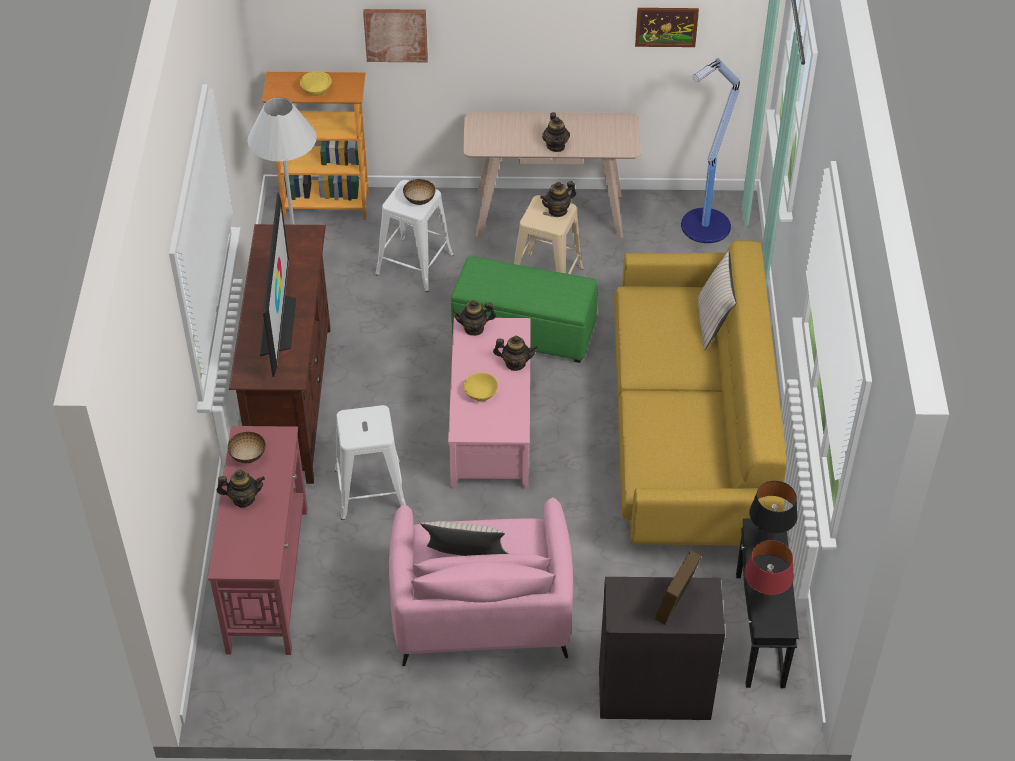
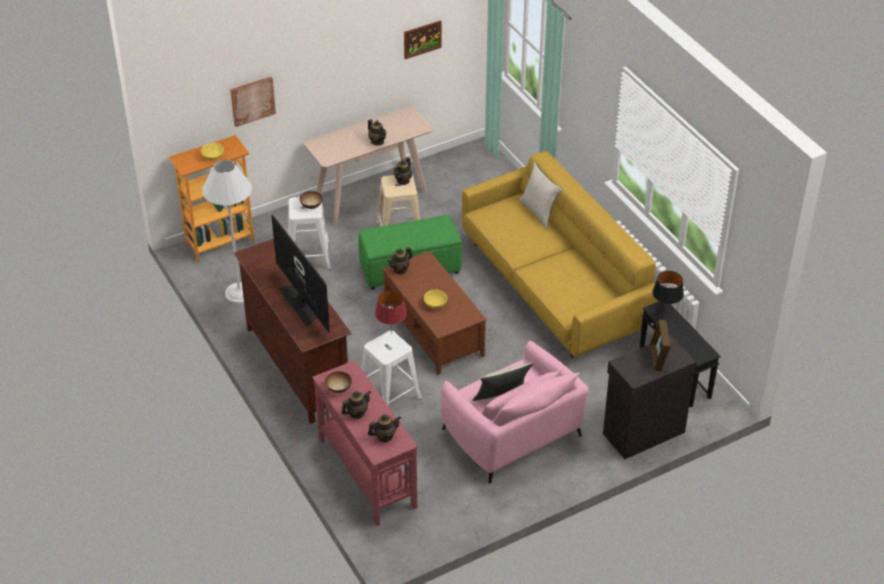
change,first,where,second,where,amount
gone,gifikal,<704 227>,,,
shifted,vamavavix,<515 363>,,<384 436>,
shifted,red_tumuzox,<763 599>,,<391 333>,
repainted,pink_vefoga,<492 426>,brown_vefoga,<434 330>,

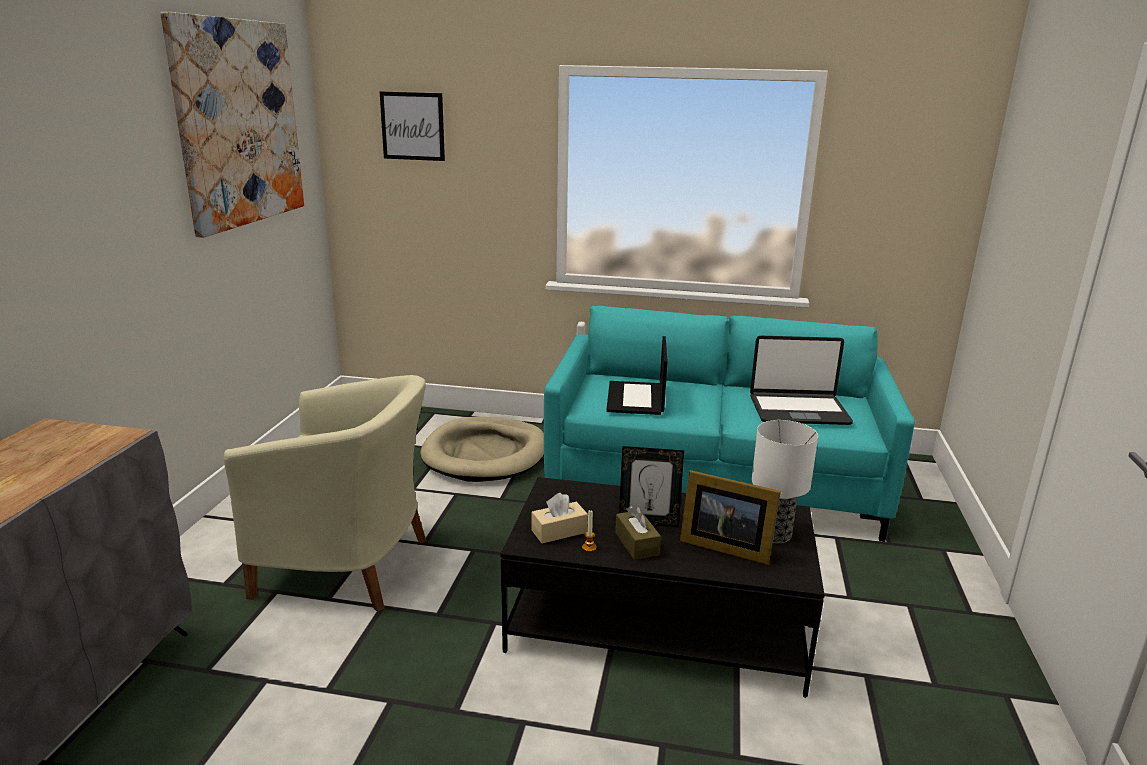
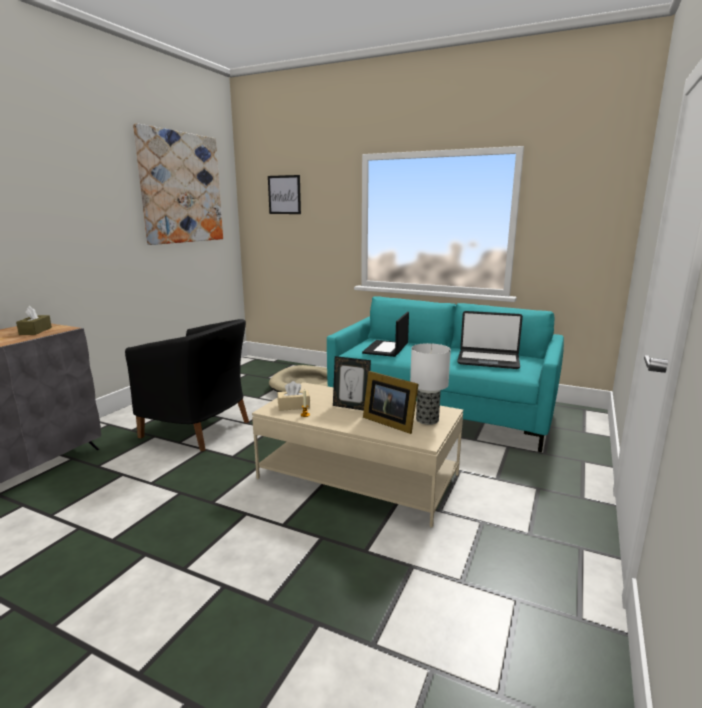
change,first,where,second,where,amount
shifted,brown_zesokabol,<636 543>,,<35 331>,
repainted,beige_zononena,<348 566>,black_zononena,<199 429>,
repainted,black_vefoga,<657 624>,beige_vefoga,<358 477>,

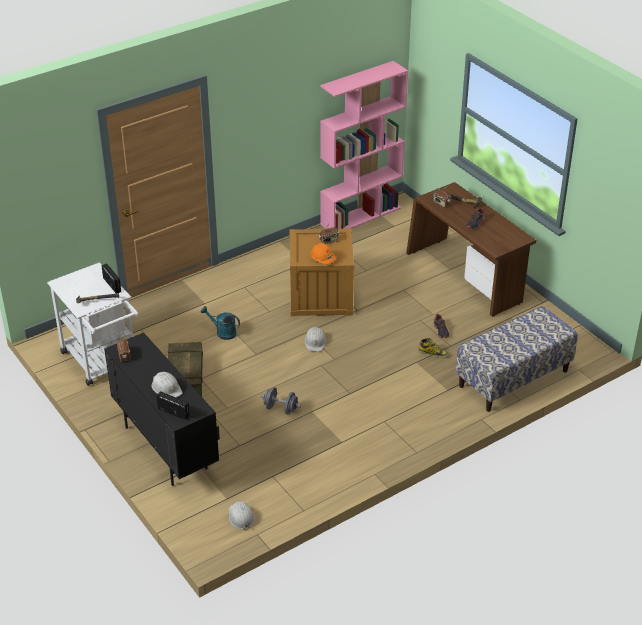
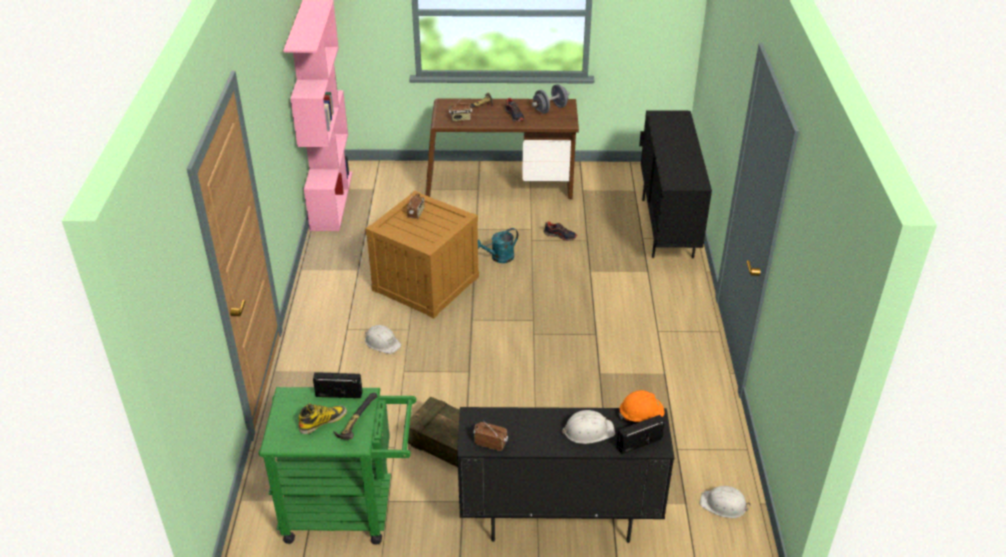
change,first,where,second,where,amount
shifted,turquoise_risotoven,<222 332>,,<498 258>,
shifted,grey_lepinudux,<280 409>,,<550 109>,
shifted,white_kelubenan,<315 342>,,<382 342>,
shifted,orange_kelubenan,<322 260>,,<641 415>,
shifted,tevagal,<433 353>,,<323 421>,
swapped,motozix,<513 379>,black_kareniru,<667 228>,
repainted,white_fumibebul,<102 363>,green_fumibebul,<349 510>,

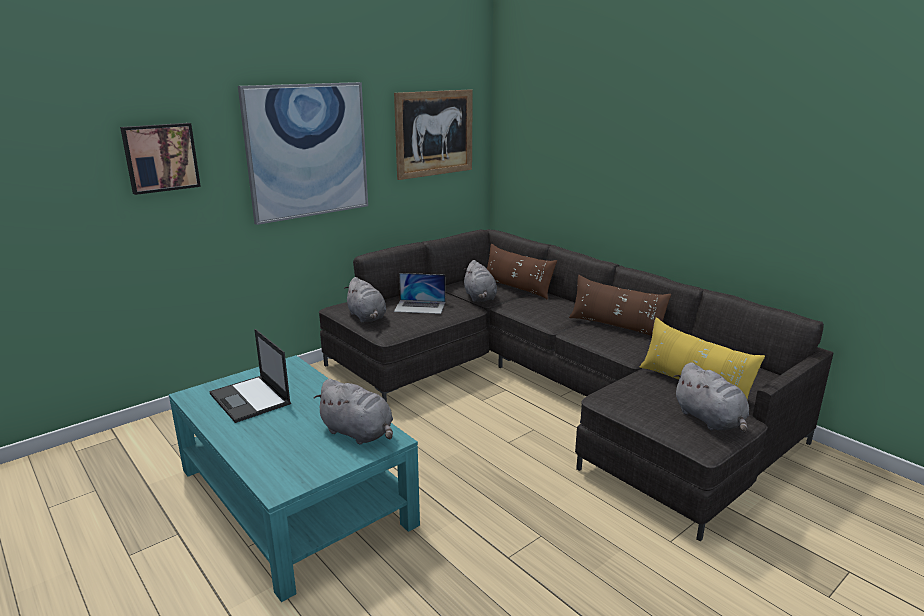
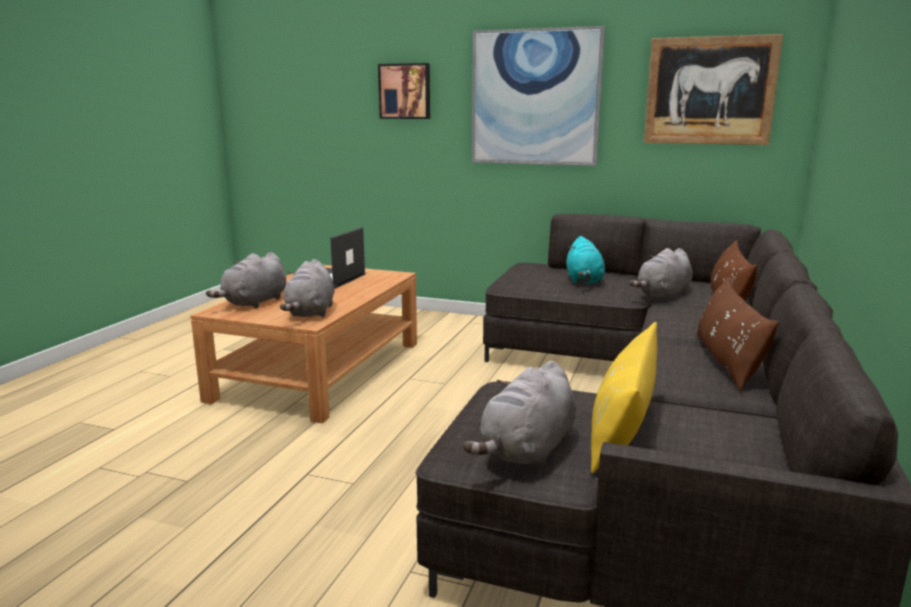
change,first,where,second,where,amount
shifted,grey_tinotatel,<367 317>,,<254 303>,
swapped,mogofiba,<420 306>,turquoise_tinotatel,<584 281>,
repainted,turquoise_vefoga,<295 497>,brown_vefoga,<320 370>,

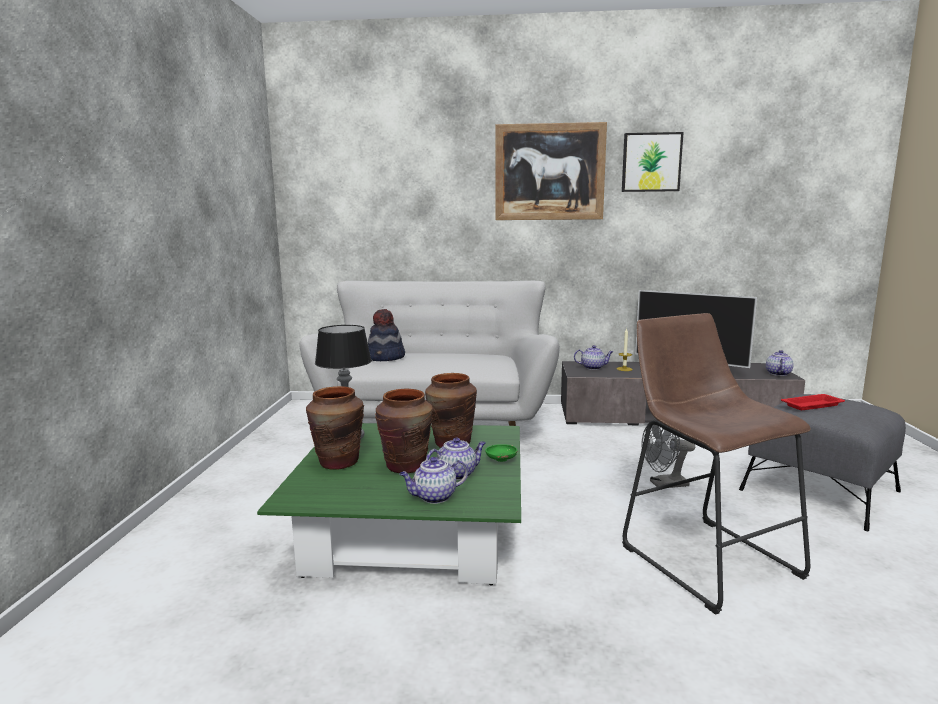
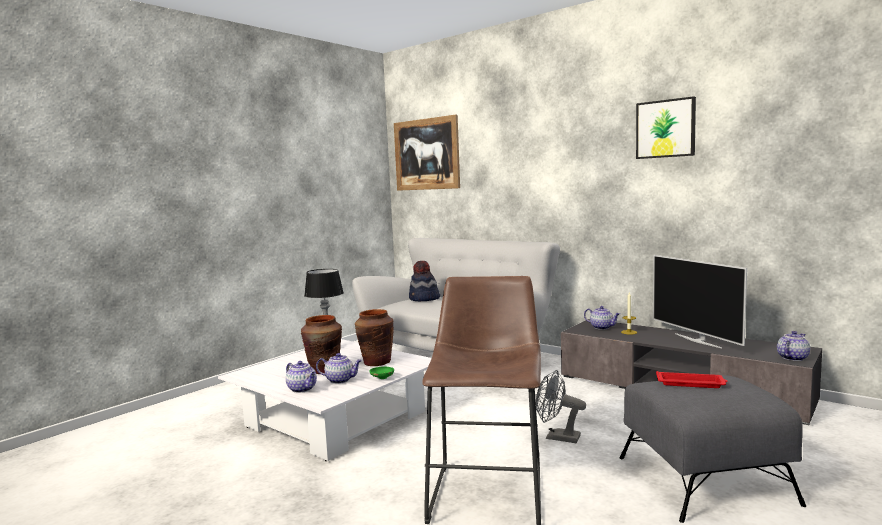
change,first,where,second,where,amount
gone,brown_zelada,<338 462>,,,
shifted,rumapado,<549 172>,,<426 154>,
repainted,green_vefoga,<413 529>,white_vefoga,<337 419>,
rotated,vamavavix,<434 497>,,<302 389>,150 degrees counterclockwise

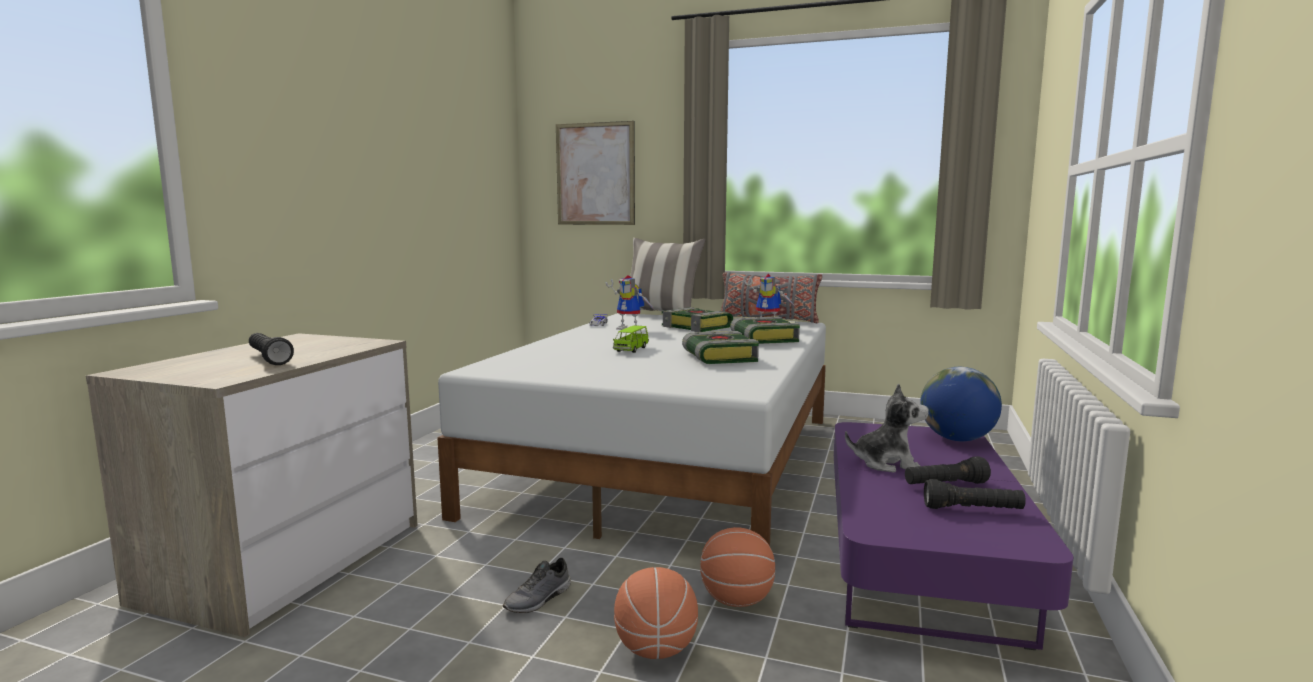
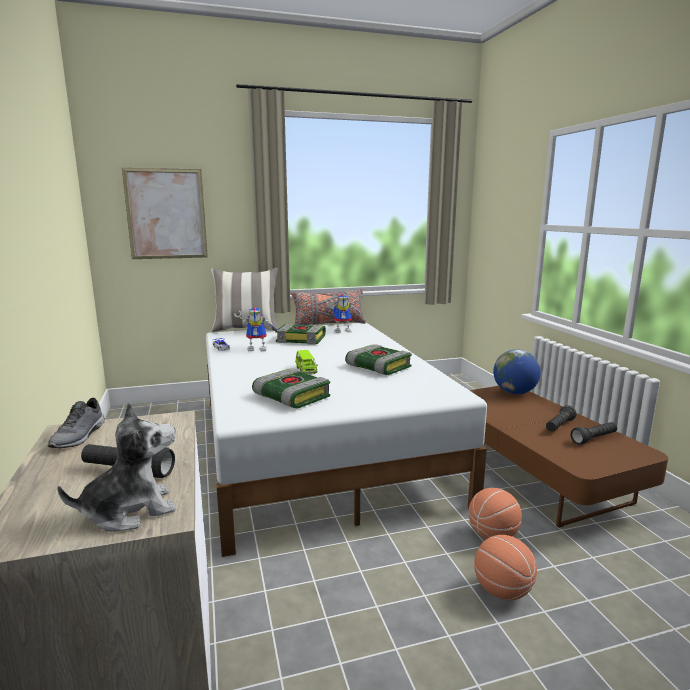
change,first,where,second,where,amount
shifted,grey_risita,<539 600>,,<80 436>,
shifted,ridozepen,<762 339>,,<290 397>,
shifted,tinotatel,<886 463>,,<130 510>,
repainted,purple_vefoga,<919 564>,brown_vefoga,<534 473>,

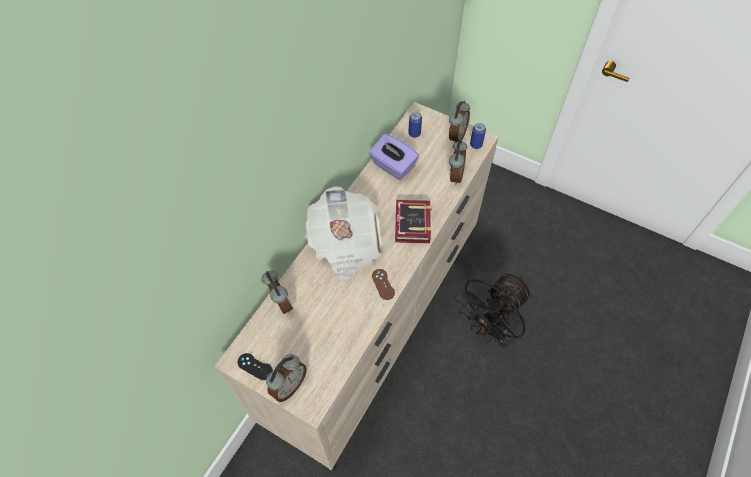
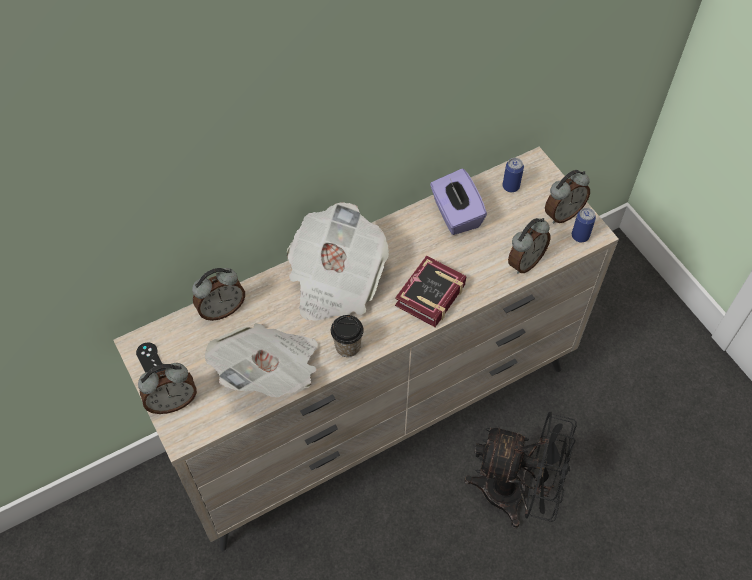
change,first,where,second,where,amount
new,,,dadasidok,<270 372>,
swapped,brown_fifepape,<383 284>,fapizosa,<347 346>,
rotated,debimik,<280 303>,,<222 309>,60 degrees clockwise
rotated,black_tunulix,<488 329>,,<516 493>,150 degrees counterclockwise

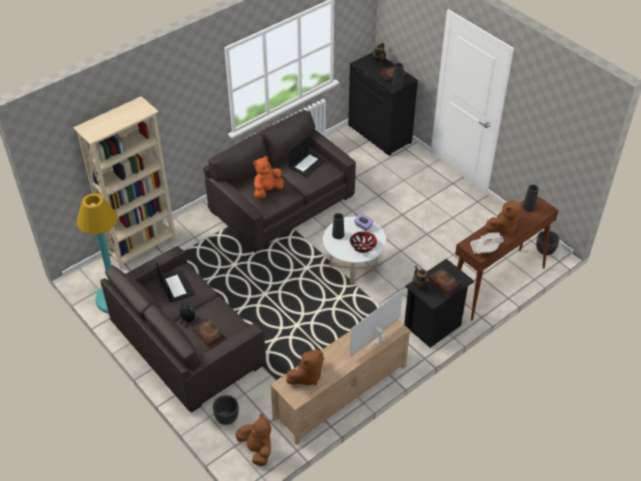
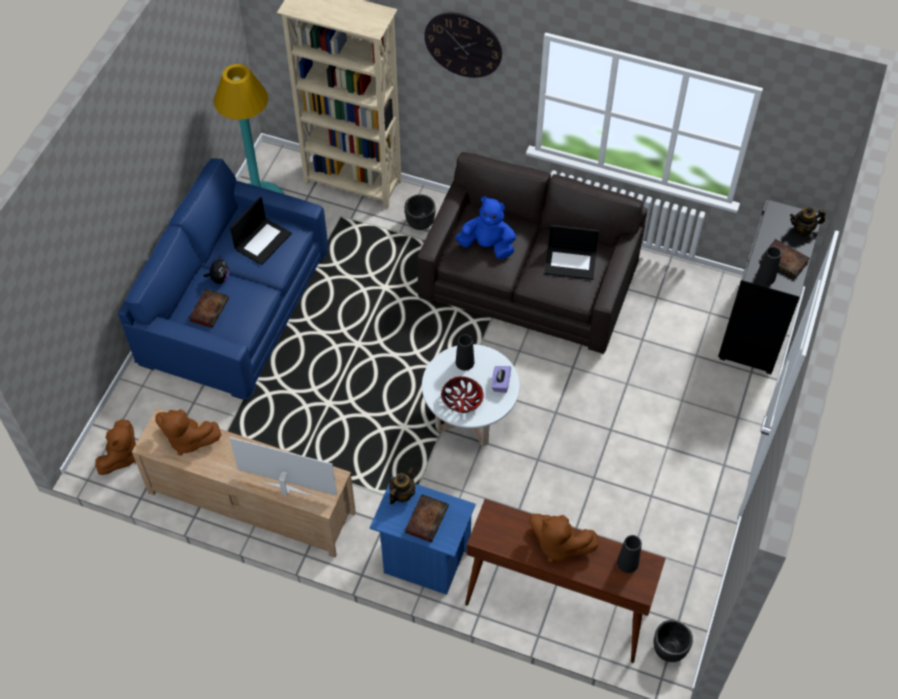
change,first,where,second,where,amount
gone,dadasidok,<484 248>,,,
new,,,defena,<463 44>,
shifted,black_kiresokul,<227 418>,,<420 223>,
repainted,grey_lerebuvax,<186 342>,blue_lerebuvax,<234 306>,
repainted,orange_tinotatel,<267 190>,blue_tinotatel,<487 246>,
repainted,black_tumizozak,<433 327>,blue_tumizozak,<423 561>,

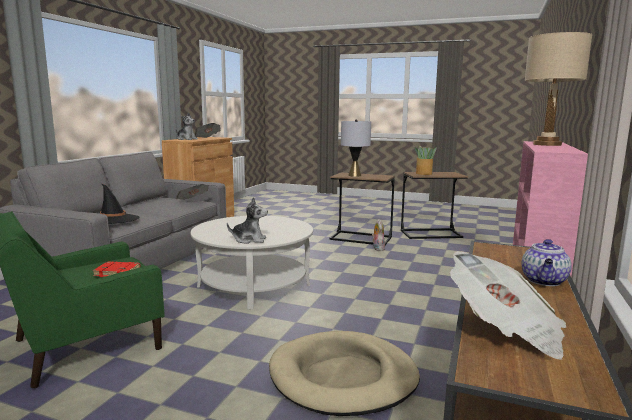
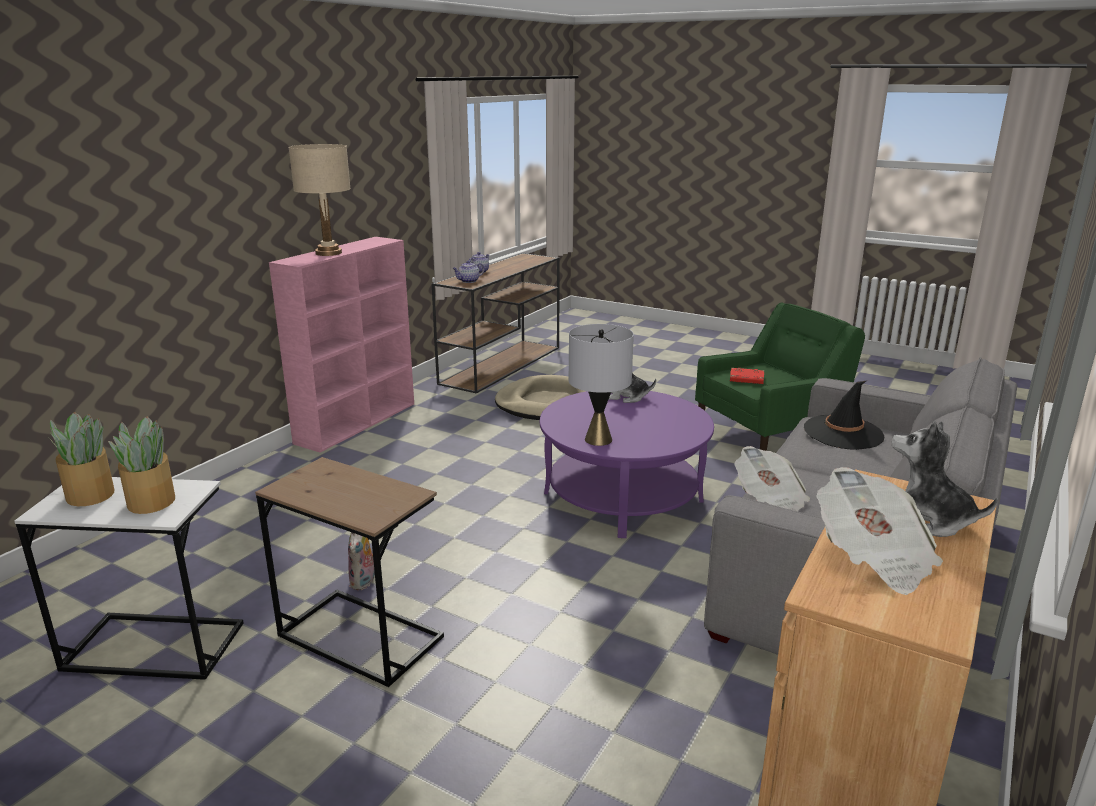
change,first,where,second,where,amount
gone,dadasidok,<506 330>,,,
new,,,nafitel,<90 494>,
new,,,vamavavix,<468 281>,
shifted,grey_tumuzox,<354 175>,,<598 440>,
repainted,white_vefoga,<254 285>,purple_vefoga,<623 496>,
repainted,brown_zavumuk,<431 234>,white_zavumuk,<153 646>,

